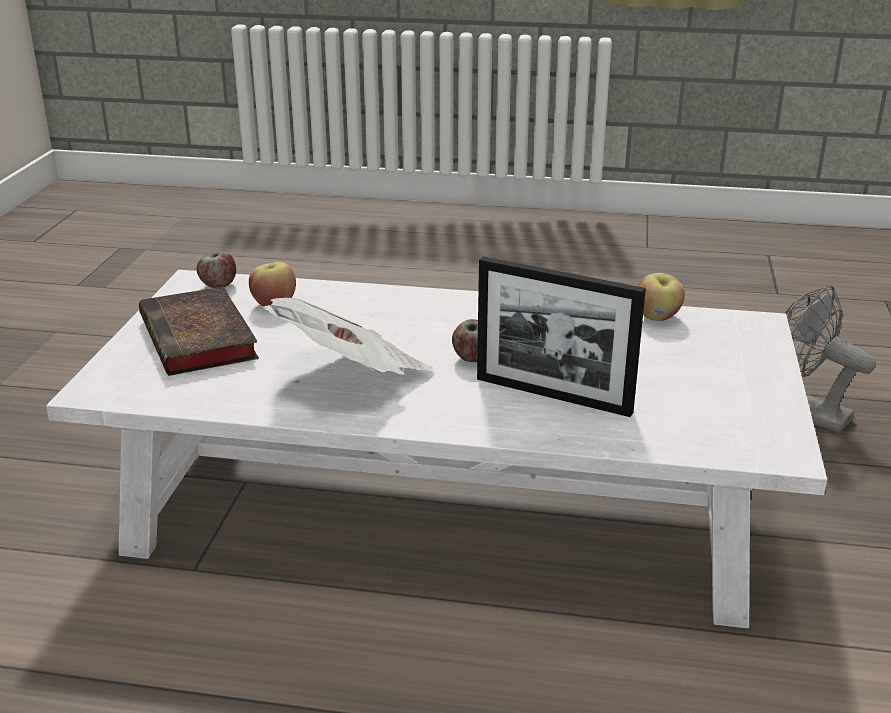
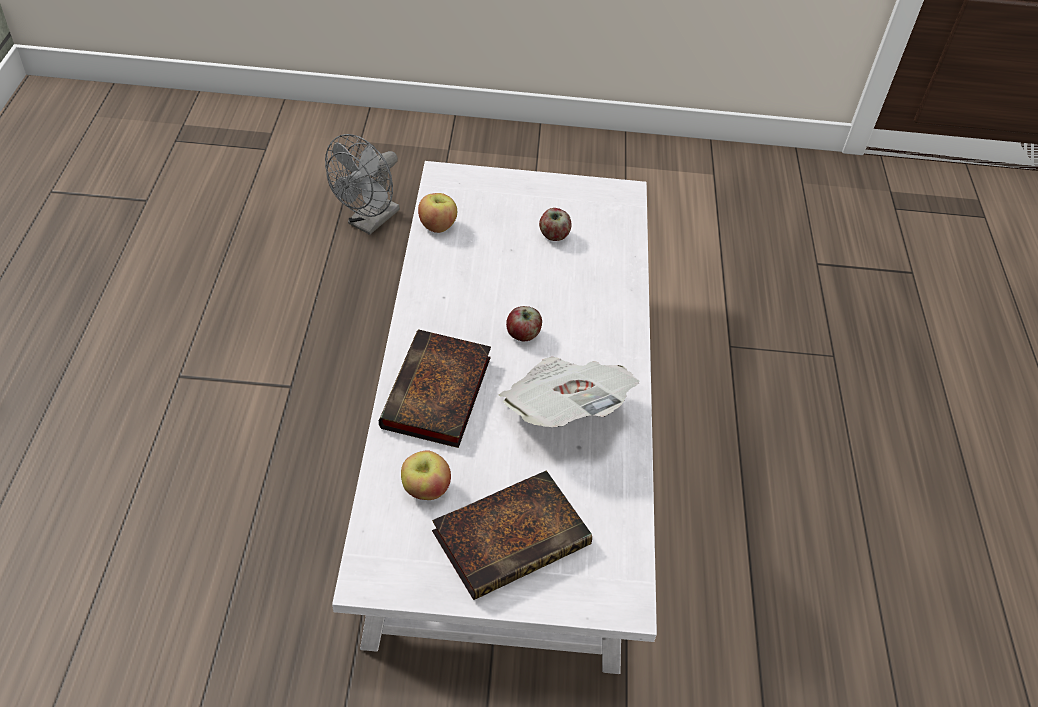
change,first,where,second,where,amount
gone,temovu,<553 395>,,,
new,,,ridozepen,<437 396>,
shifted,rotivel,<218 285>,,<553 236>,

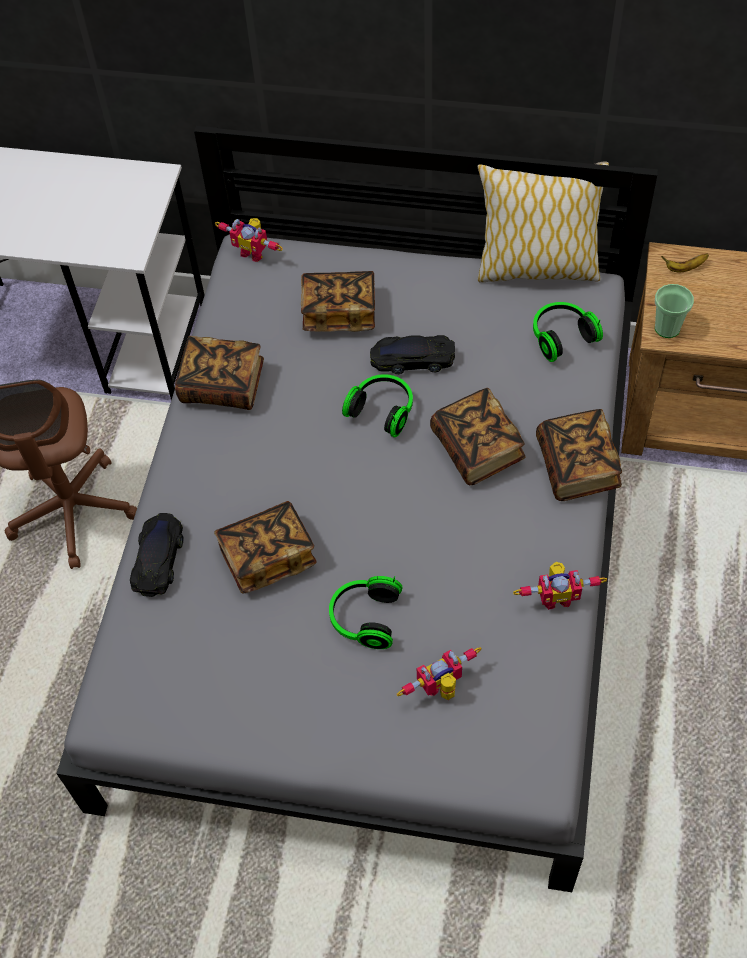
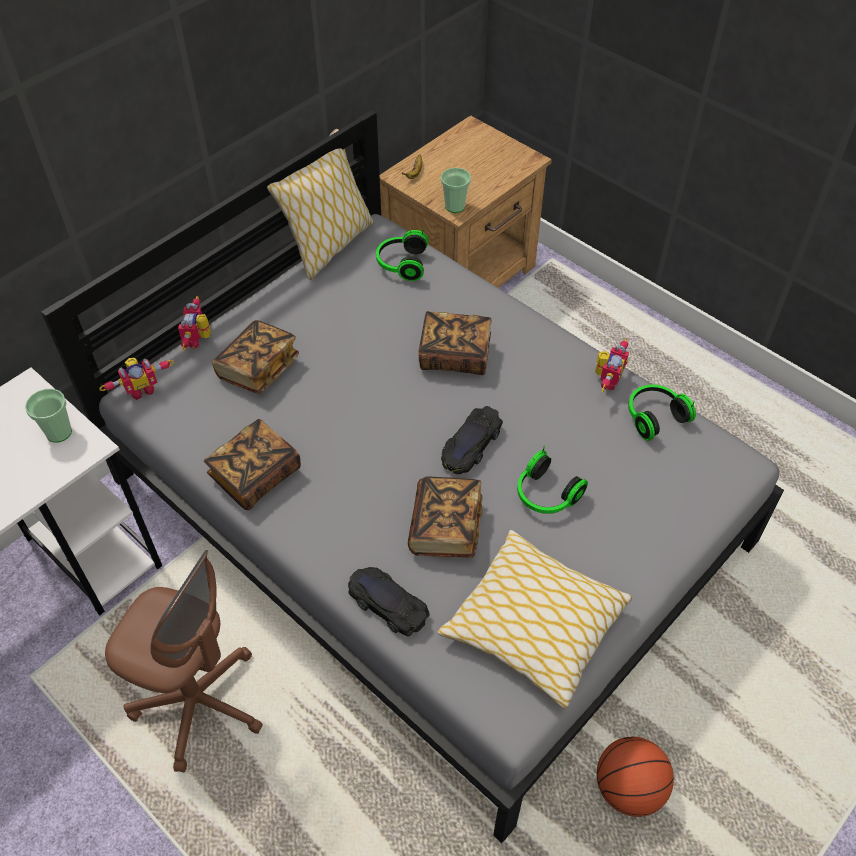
change,first,where,second,where,amount
gone,ridozepen,<577 467>,,,
new,,,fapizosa,<59 432>,
new,,,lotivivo,<534 625>,
new,,,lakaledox,<628 789>,
shifted,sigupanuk,<383 410>,,<654 417>,
shifted,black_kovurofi,<412 359>,,<471 445>,
shifted,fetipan,<442 690>,,<199 340>,

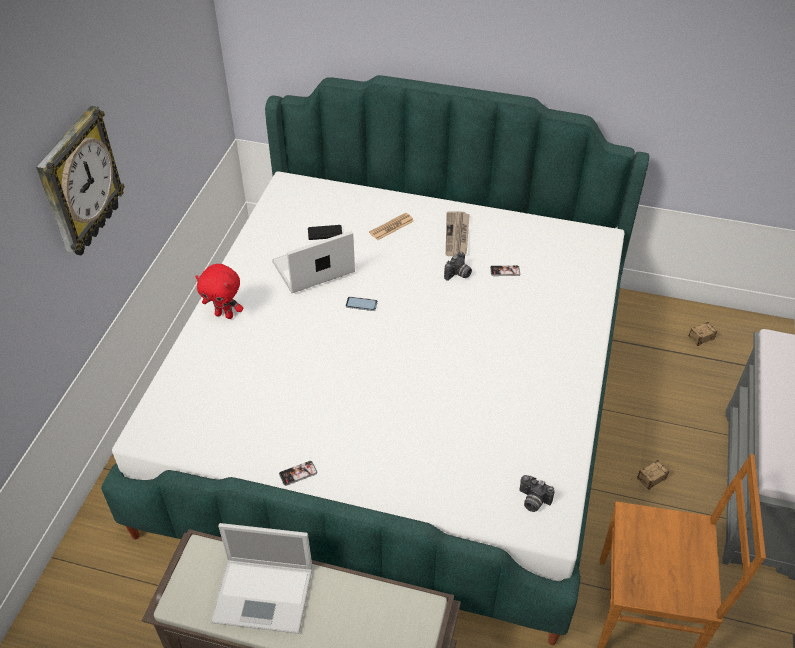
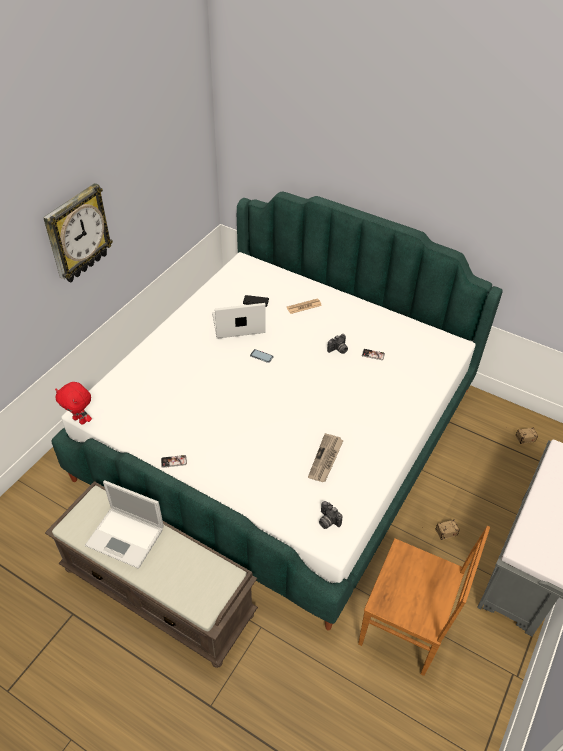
change,first,where,second,where,amount
shifted,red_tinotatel,<225 315>,,<80 420>,
shifted,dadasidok,<457 235>,,<326 459>,

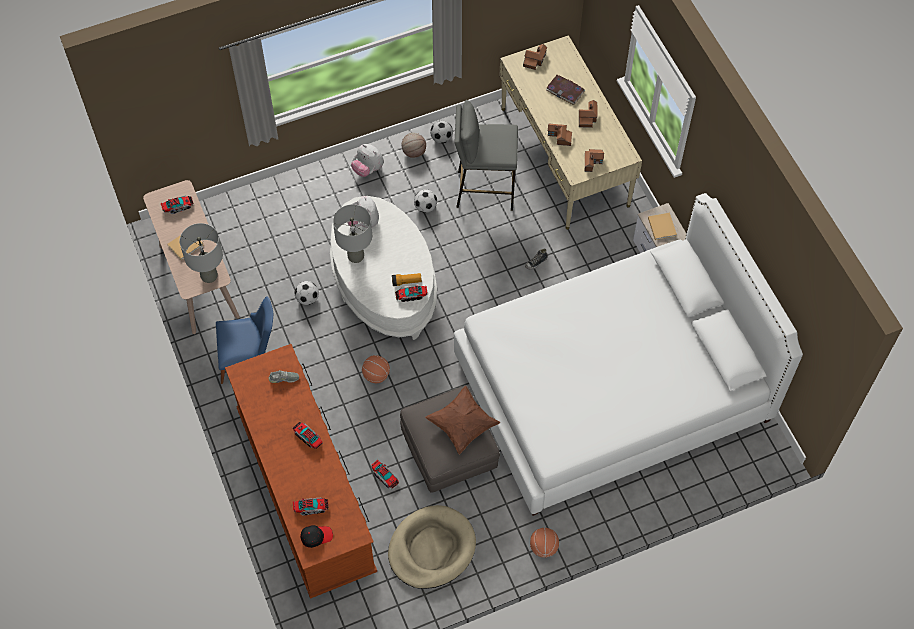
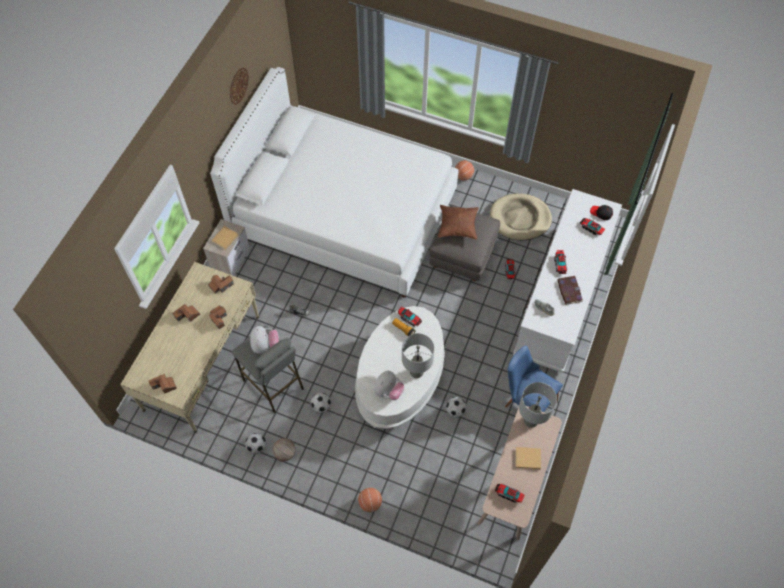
change,first,where,second,where,amount
new,,,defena,<238 86>,
shifted,tinotatel,<368 169>,,<265 346>,
shifted,lakaledox,<376 375>,,<370 503>,
shifted,ridozepen,<565 90>,,<569 291>,
repainted,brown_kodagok,<306 490>,white_kodagok,<560 299>,

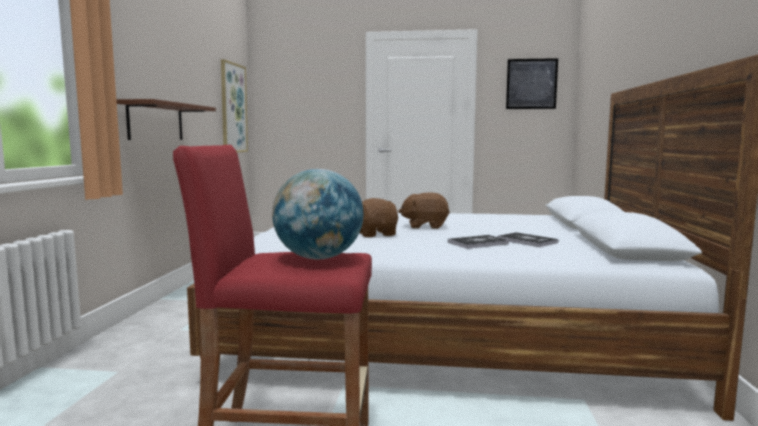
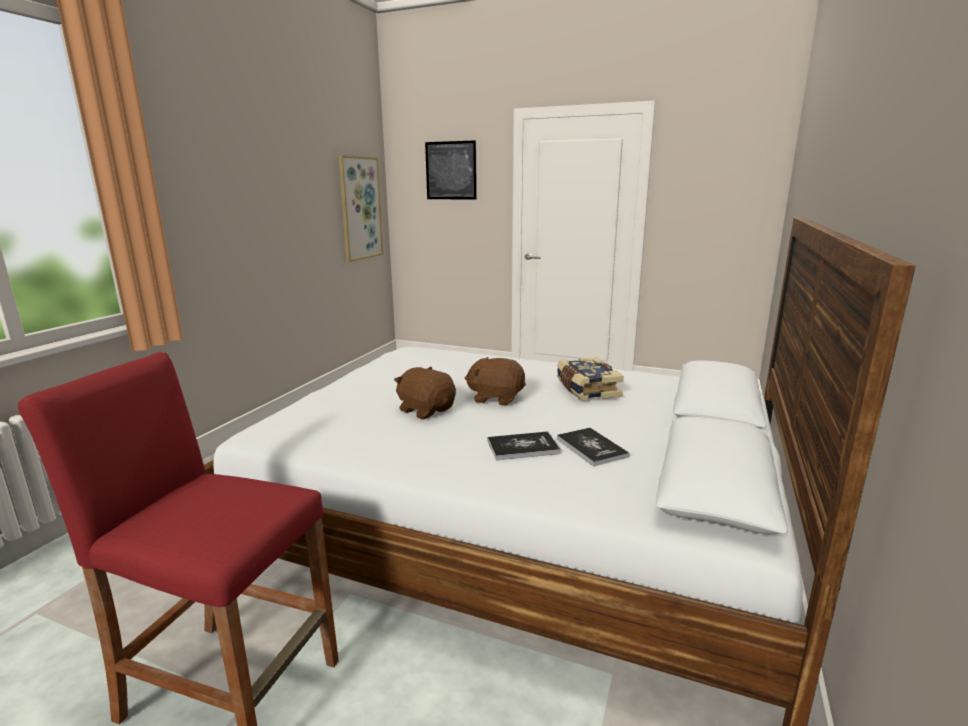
change,first,where,second,where,amount
gone,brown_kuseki,<156 121>,,,
gone,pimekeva,<318 258>,,,
new,,,ridozepen,<586 389>,
shifted,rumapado,<531 84>,,<451 170>,
rotated,brown_tinotatel,<376 234>,,<426 410>,45 degrees counterclockwise

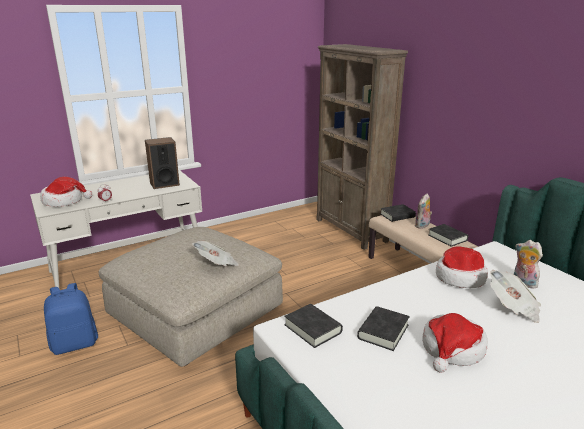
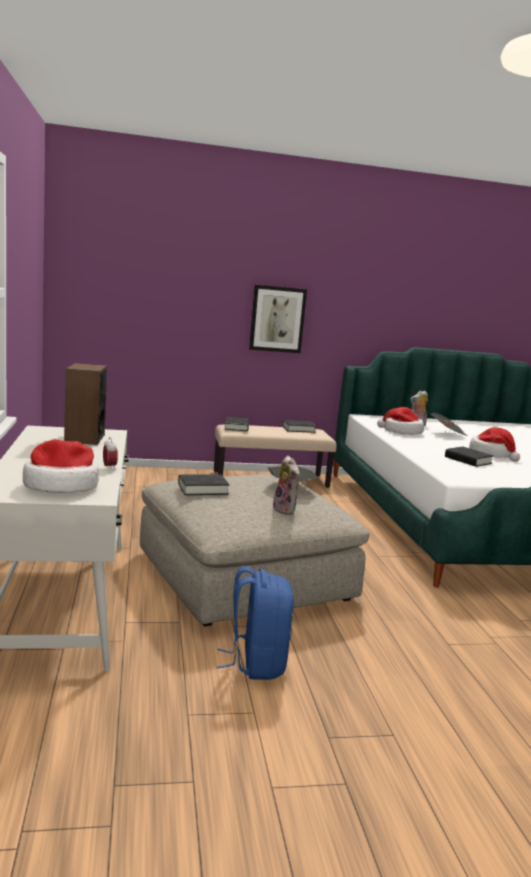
change,first,where,second,where,amount
gone,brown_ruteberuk,<351 230>,,,
new,,,rumapado,<277 319>,
shifted,black_ridozepen,<313 329>,,<203 489>,
shifted,tinotatel,<422 226>,,<286 510>,

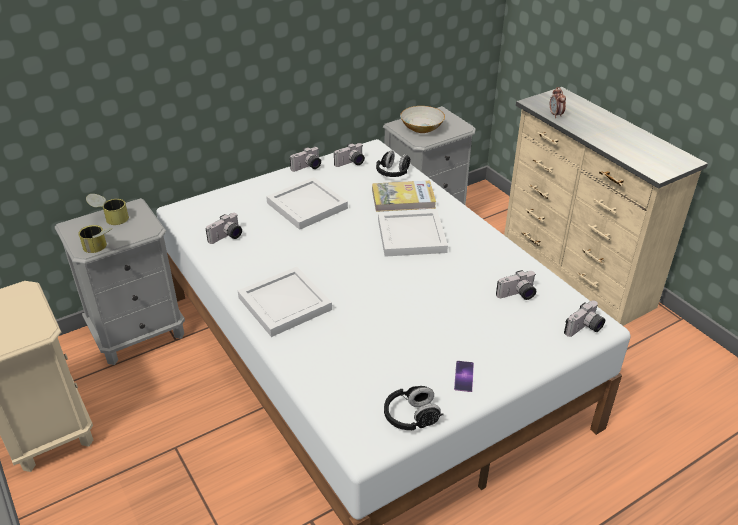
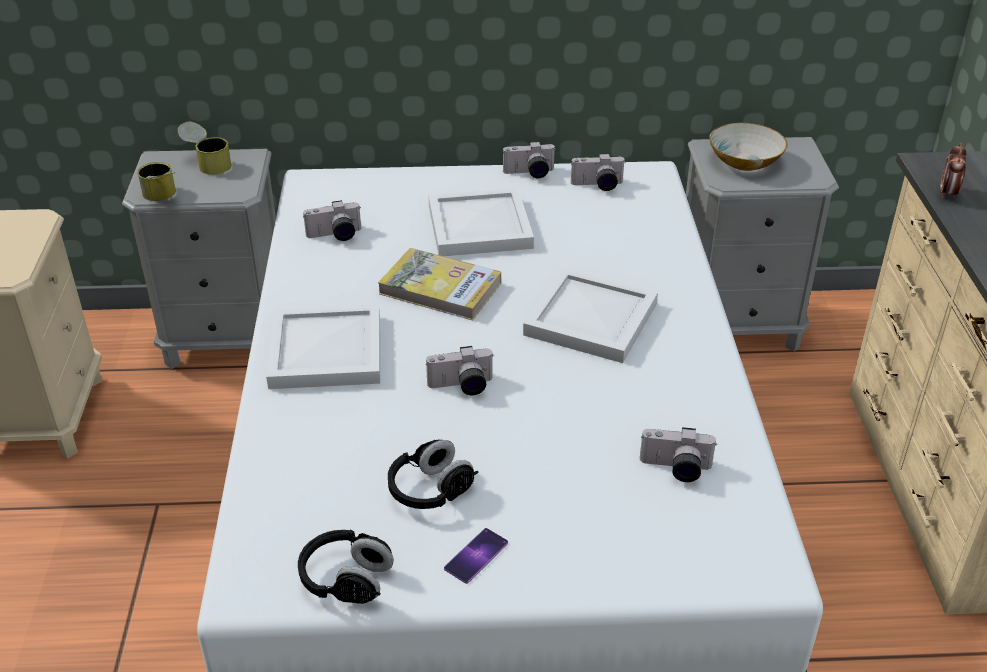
change,first,where,second,where,amount
shifted,ridozepen,<403 199>,,<440 288>,
shifted,black_sigupanuk,<393 173>,,<430 491>,
shifted,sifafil,<585 329>,,<461 387>,

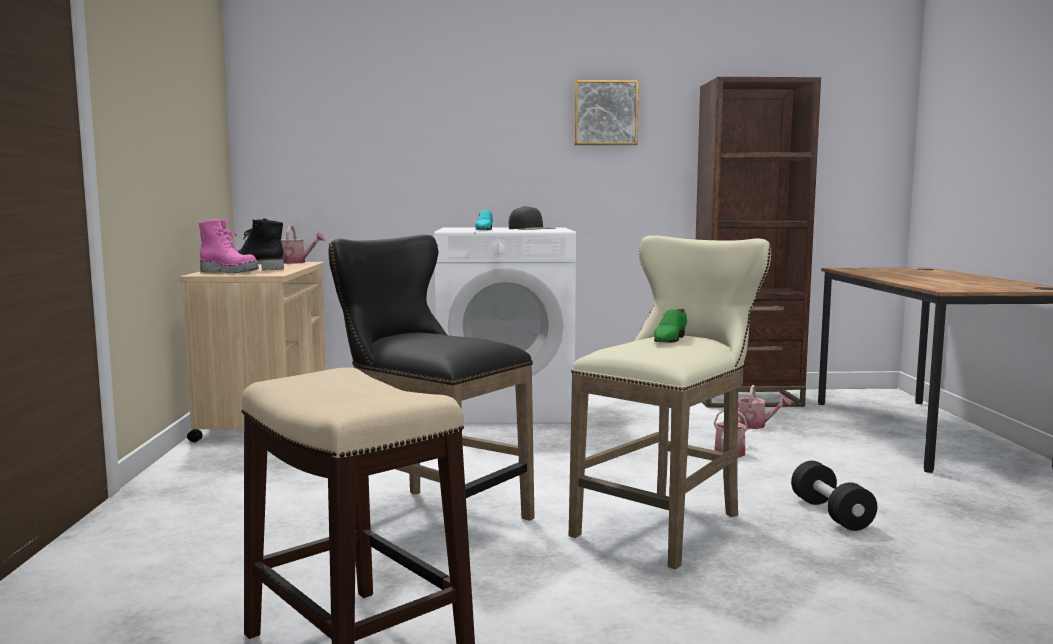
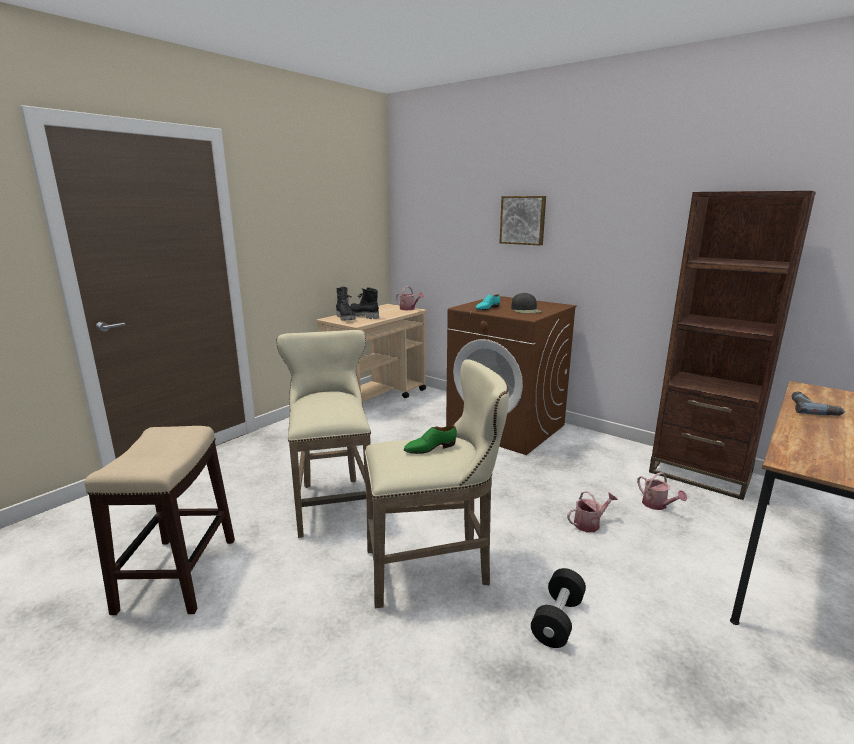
change,first,where,second,where,amount
new,,,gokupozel,<812 409>,
shifted,rumapado,<605 113>,,<523 220>,
repainted,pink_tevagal,<230 272>,black_tevagal,<346 318>,
repainted,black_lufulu,<431 516>,beige_lufulu,<333 502>,
repainted,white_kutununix,<506 407>,brown_kutununix,<506 427>,

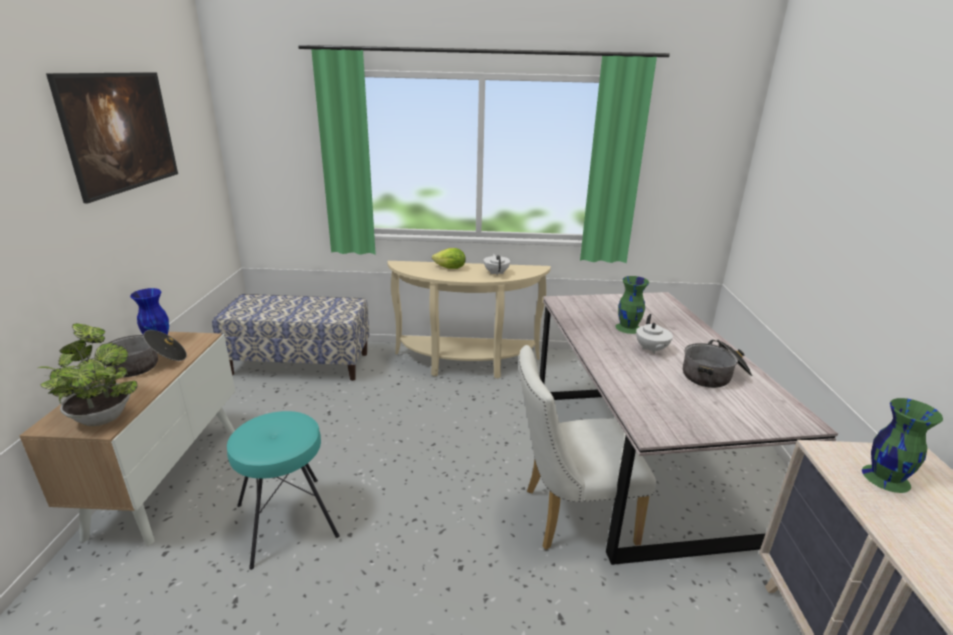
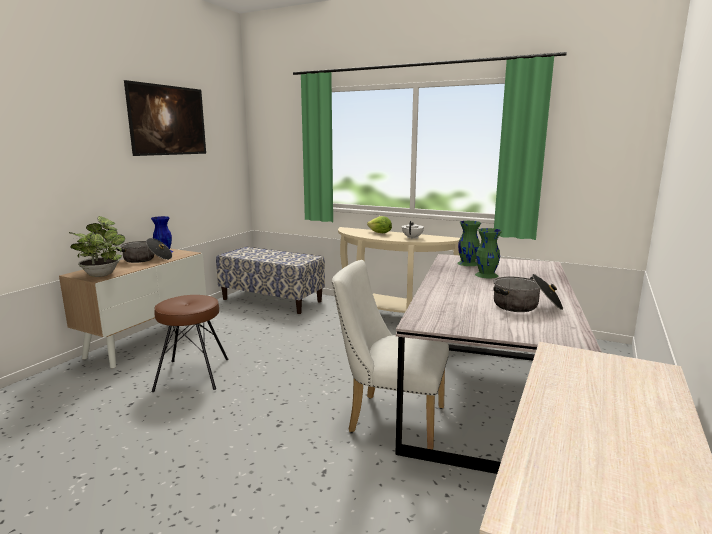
change,first,where,second,where,amount
gone,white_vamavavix,<651 349>,,,
shifted,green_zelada,<885 477>,,<468 263>,
repainted,turquoise_lufulu,<288 519>,brown_lufulu,<193 374>,

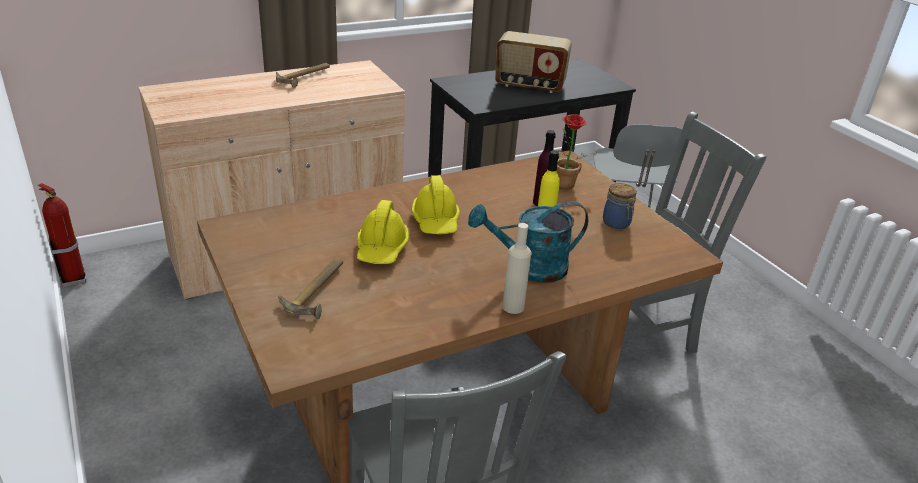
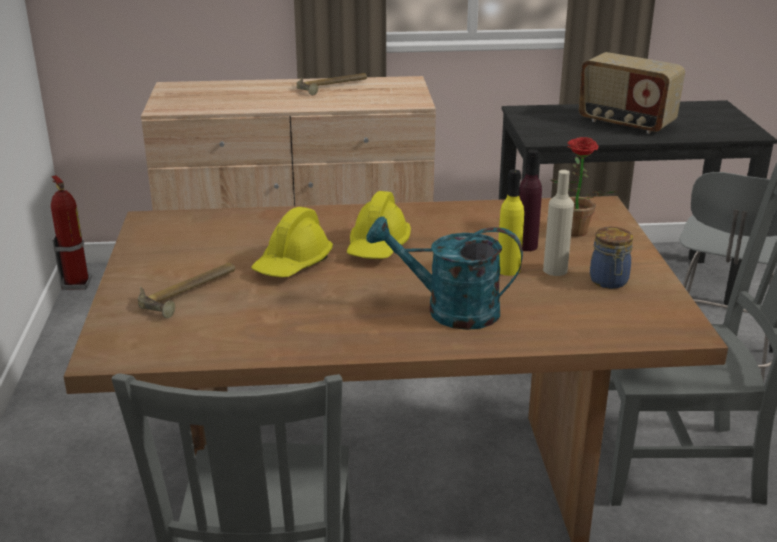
change,first,where,second,where,amount
shifted,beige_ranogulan,<513 307>,,<555 270>,

